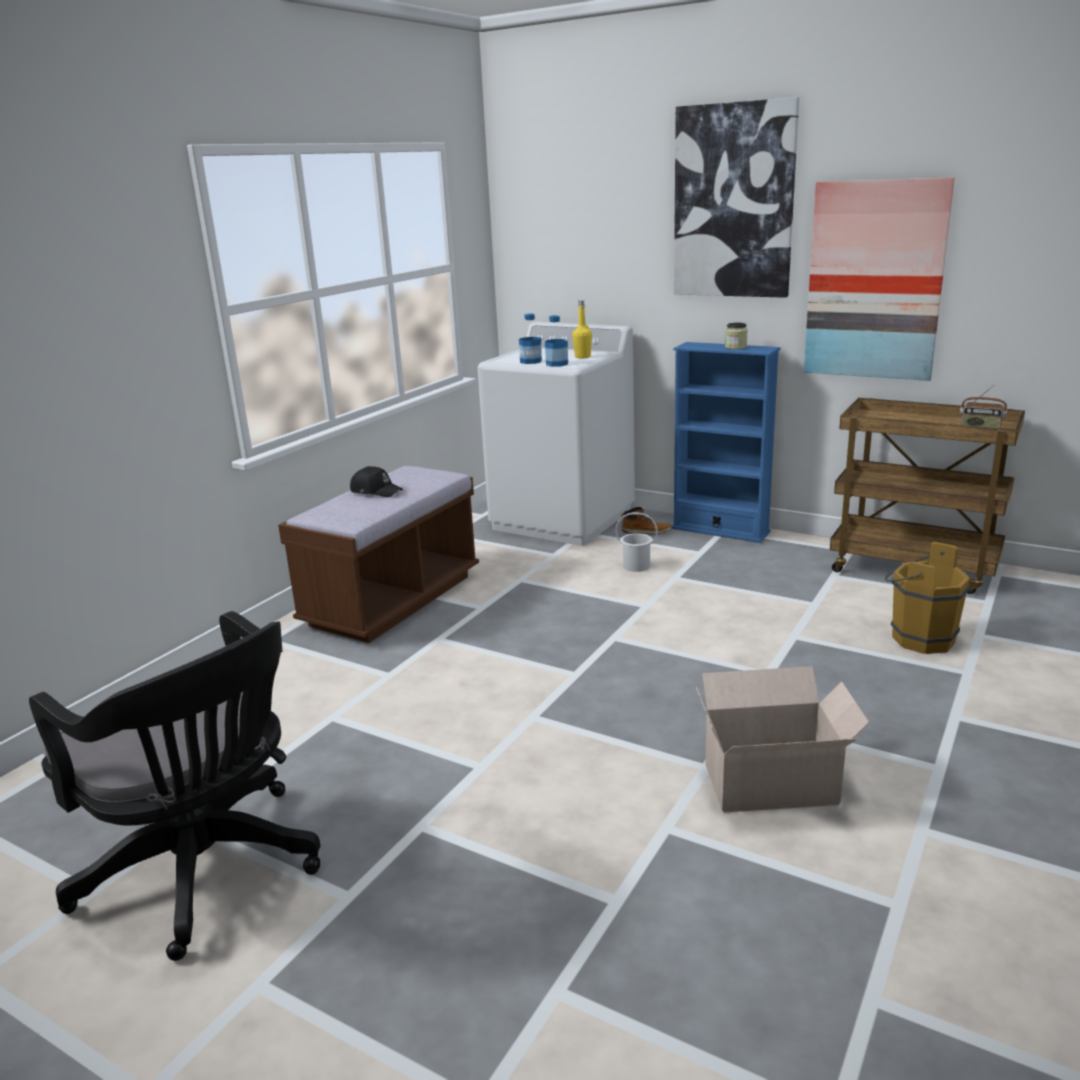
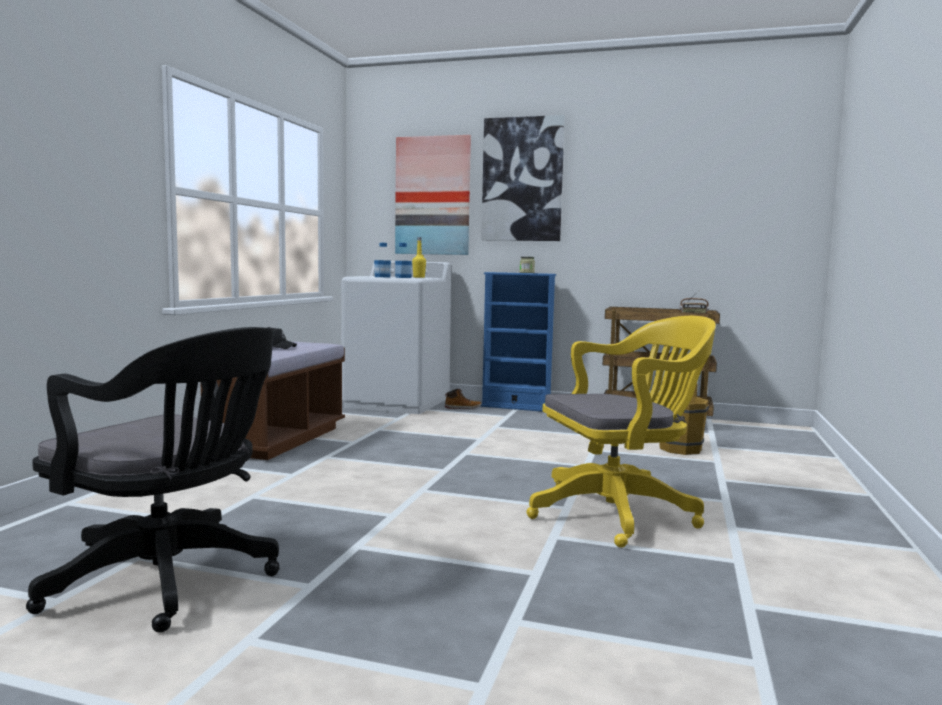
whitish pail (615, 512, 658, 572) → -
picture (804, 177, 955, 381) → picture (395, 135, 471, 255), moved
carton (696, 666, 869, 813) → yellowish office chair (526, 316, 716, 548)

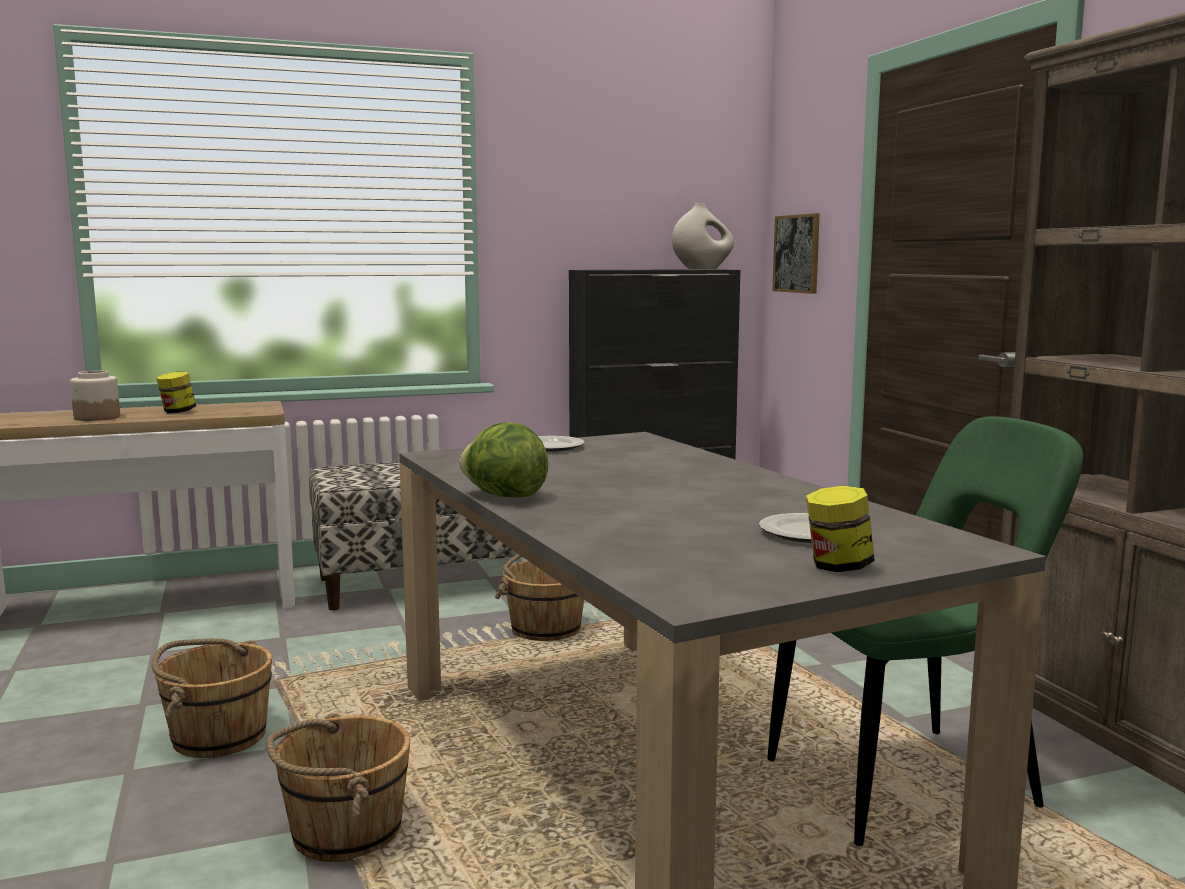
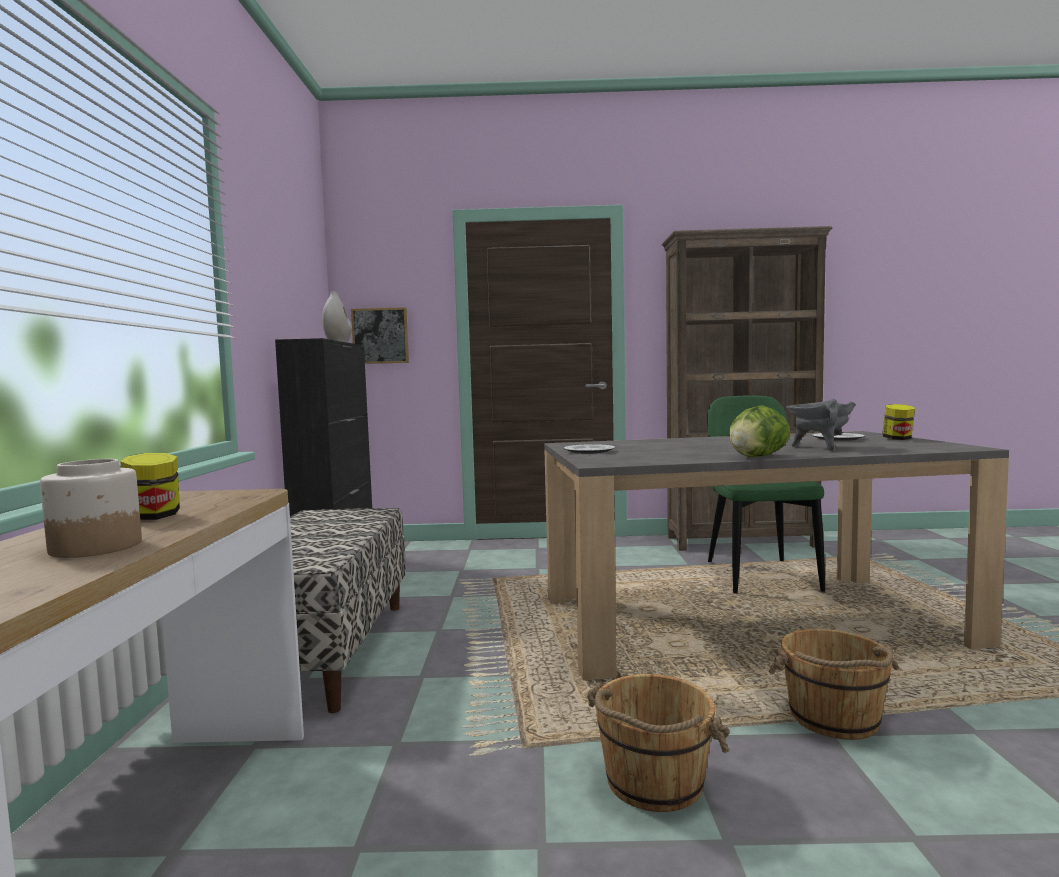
brown-coloured pail (495, 554, 584, 641) → -
- → grey stockpot (786, 399, 856, 451)

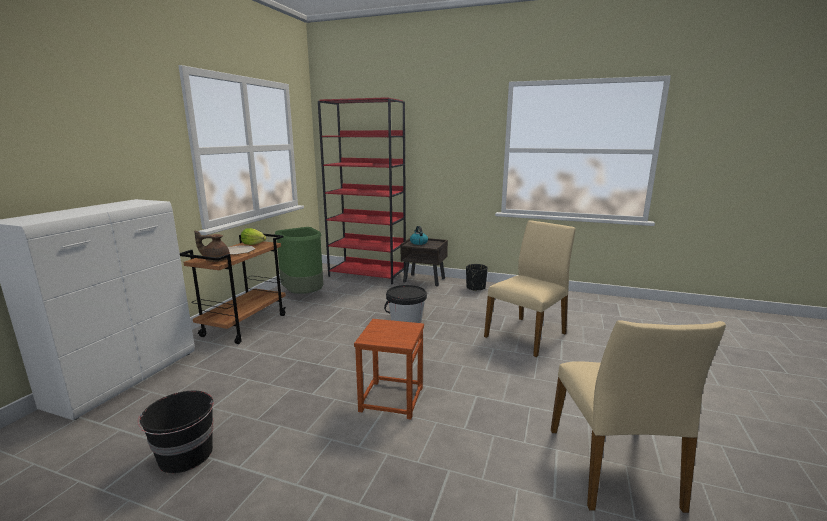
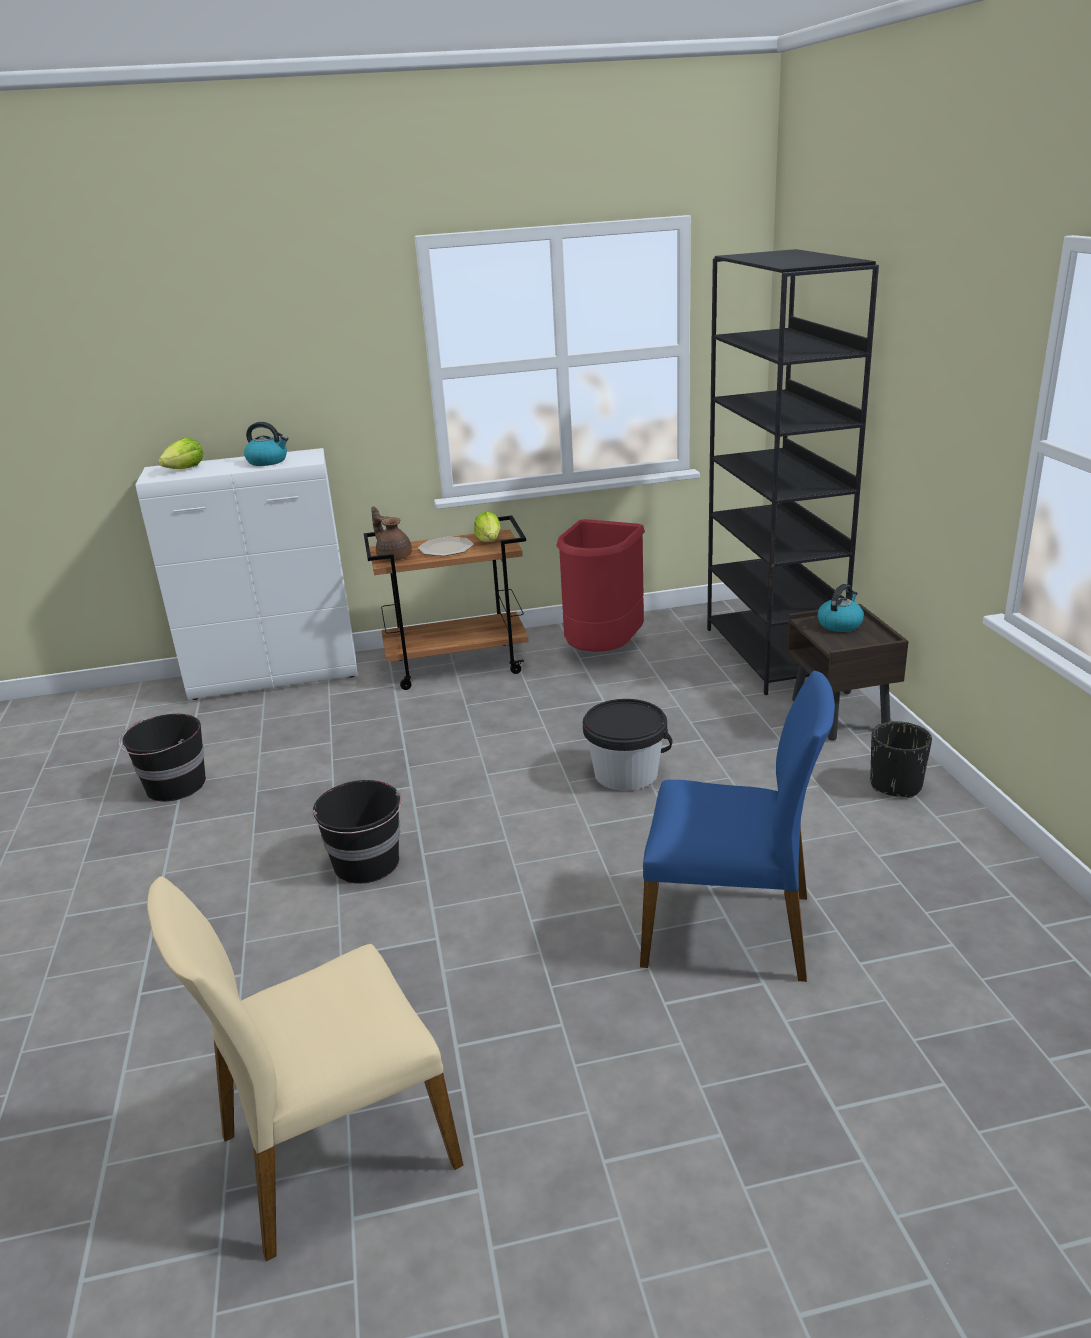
- → head of lettuce (158, 437, 203, 469)
- → water kettle (244, 422, 288, 466)
brown-coloured stool (354, 319, 424, 420) → blackish pail (312, 780, 402, 884)
greenish waste bin (275, 227, 323, 294) → red-coloured waste bin (556, 519, 645, 652)
red-coloured bookcase (318, 97, 406, 284) → blackish bookcase (707, 249, 879, 695)
beige-coloured chair (484, 220, 576, 357) → bluish chair (640, 671, 835, 982)

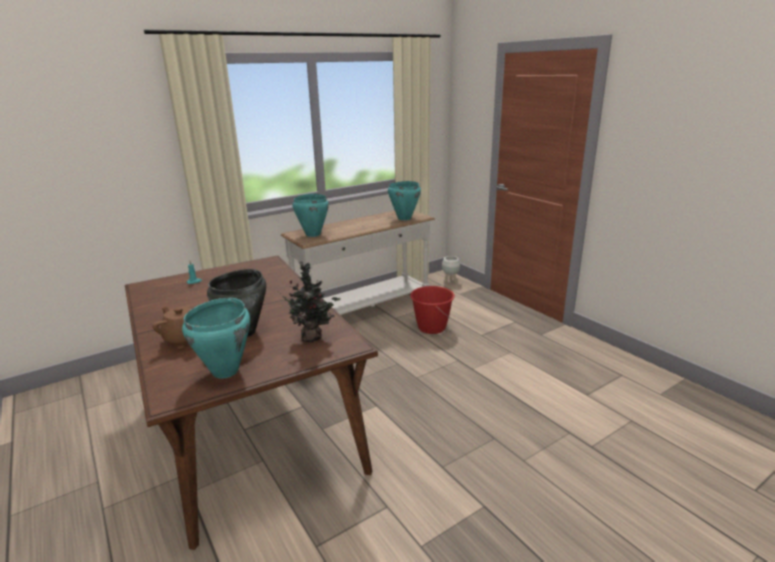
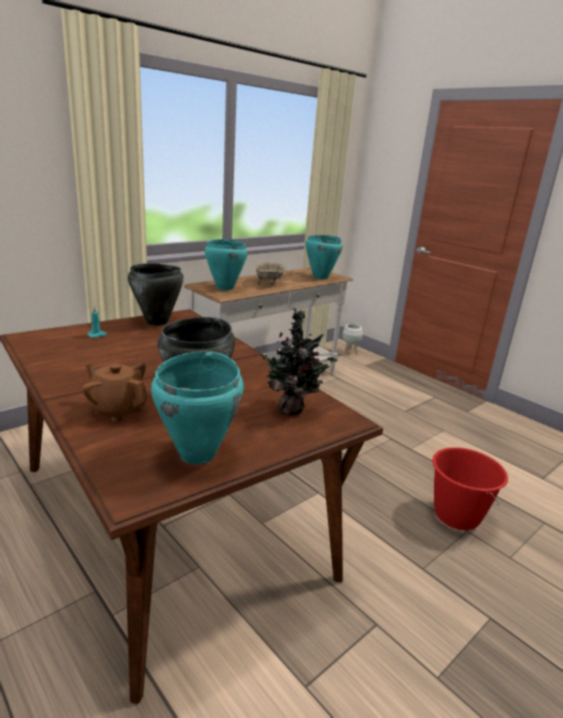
- → blackish stockpot (128, 263, 184, 326)
- → beige-coloured serving bowl (252, 262, 287, 285)
red-coloured pail (410, 286, 455, 334) → red-coloured pail (432, 447, 508, 530), moved

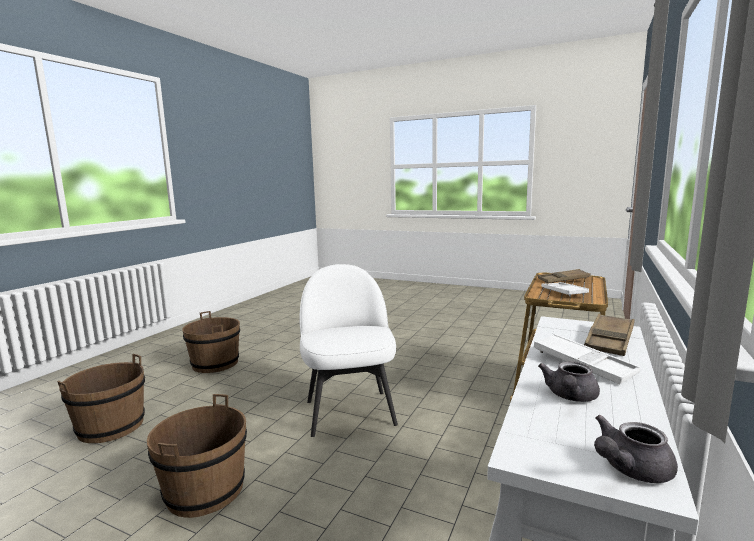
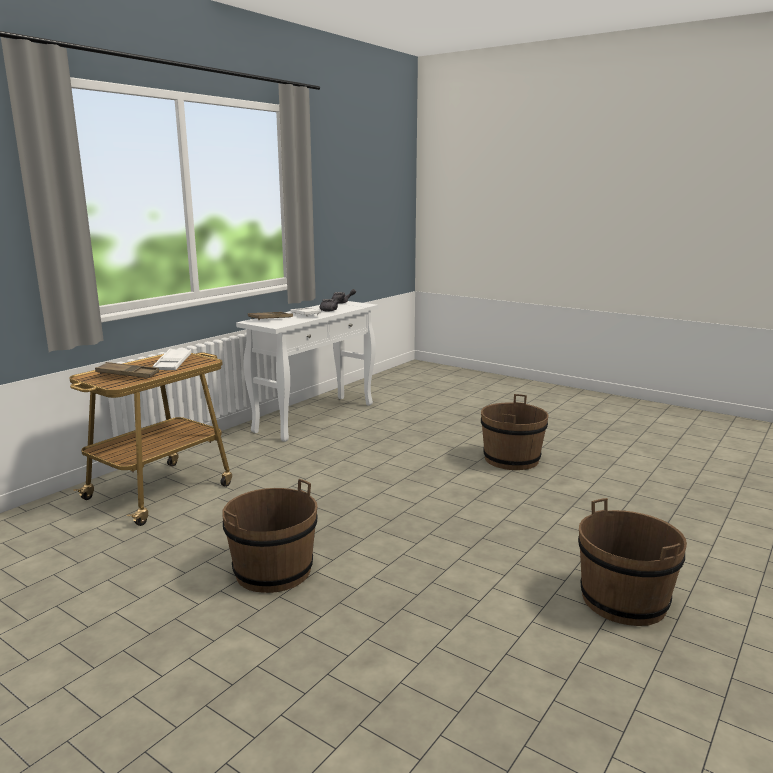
whitish chair (299, 264, 398, 437) → -
brown-coloured pail (57, 354, 145, 443) → brown-coloured pail (222, 479, 318, 593), moved

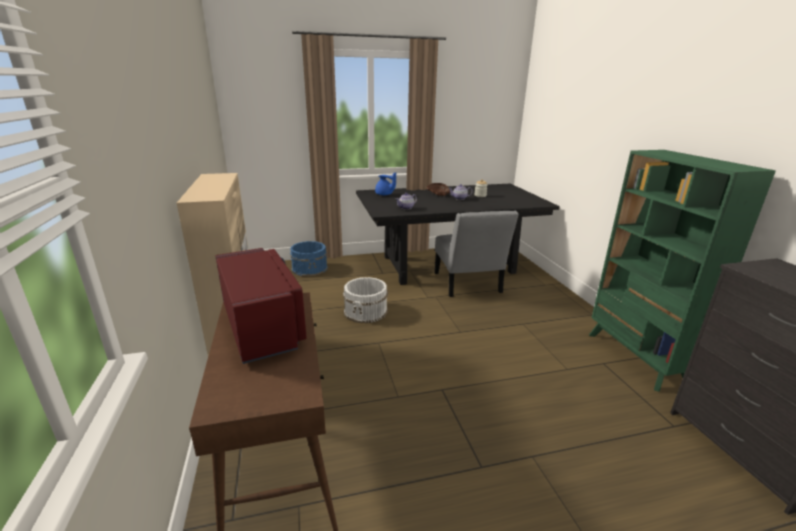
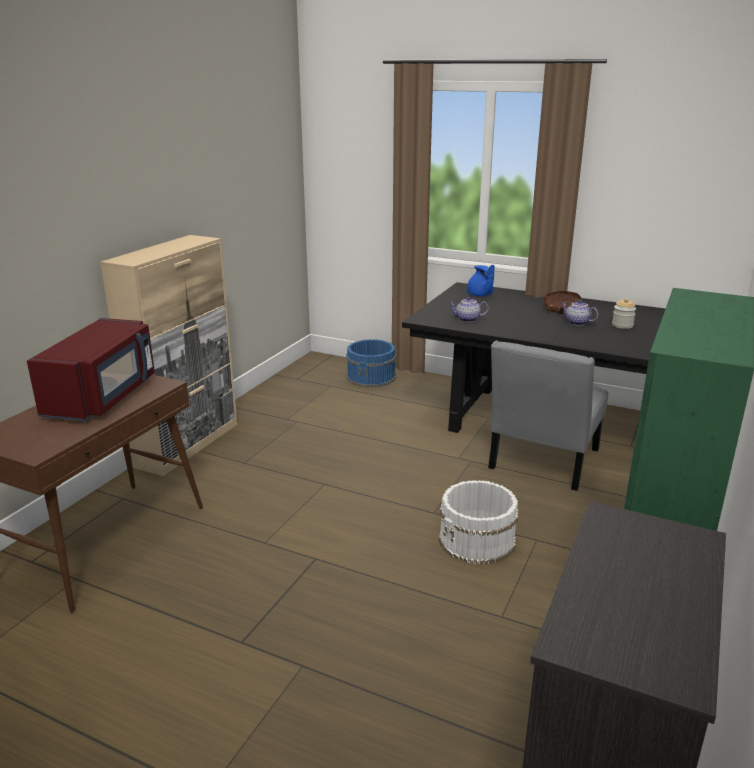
whitish pail (343, 277, 388, 323) → whitish pail (439, 480, 518, 565), moved

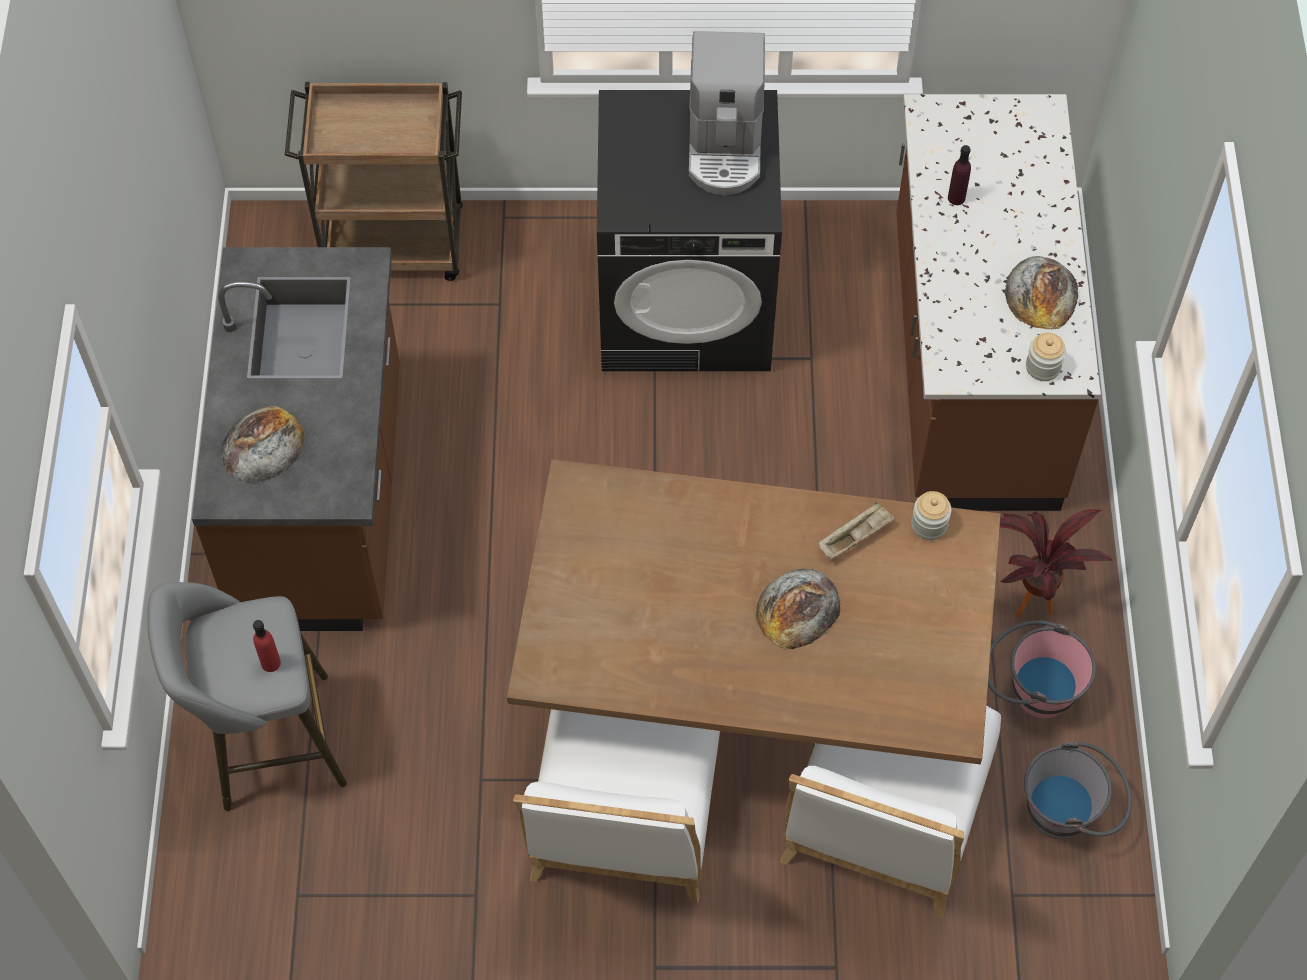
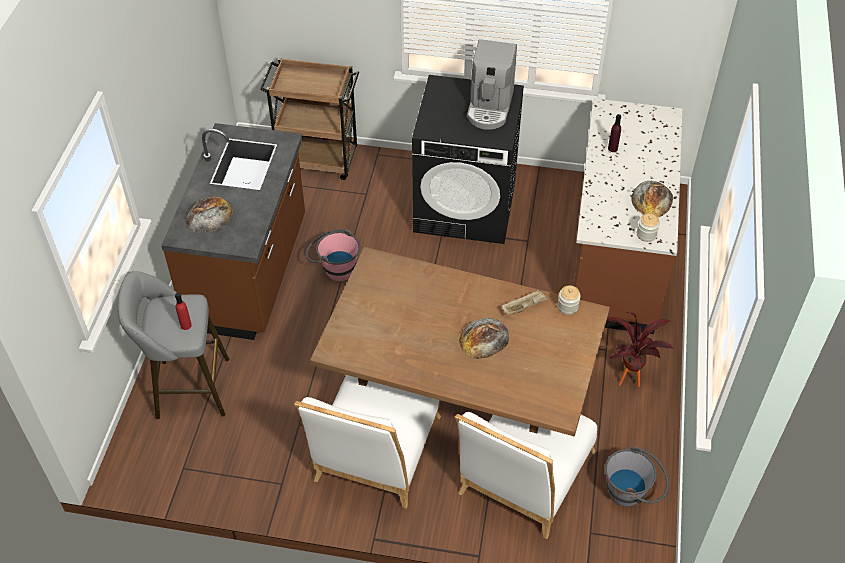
pink pail (988, 620, 1096, 719) → pink pail (306, 229, 360, 281), moved

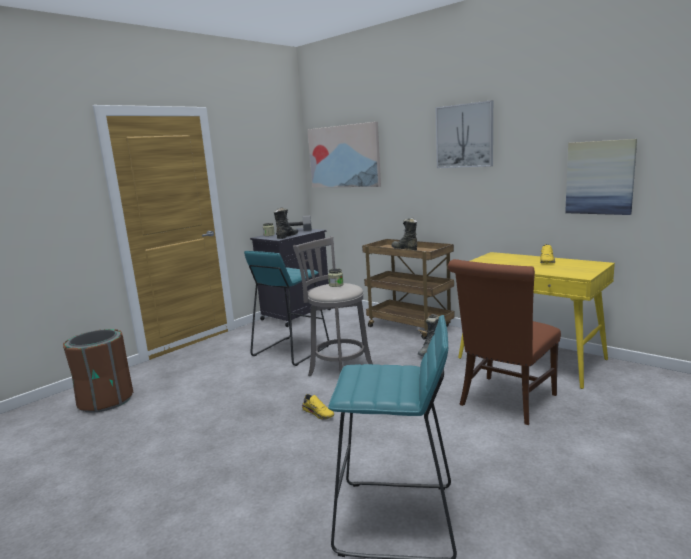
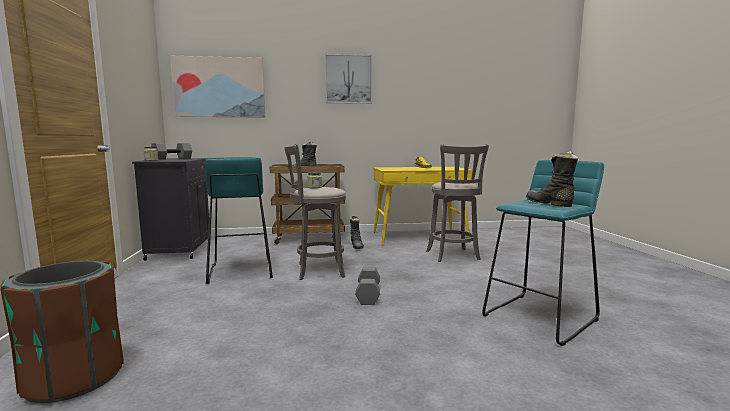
picture (565, 139, 637, 215) → -
blackish high-top boot (274, 207, 299, 239) → blackish high-top boot (526, 151, 579, 207), moved
yellowish low shoe (302, 394, 334, 420) → grey free weight (355, 267, 380, 305)
brown-coloured chair (448, 259, 561, 425) → grey stool (426, 144, 489, 262)

